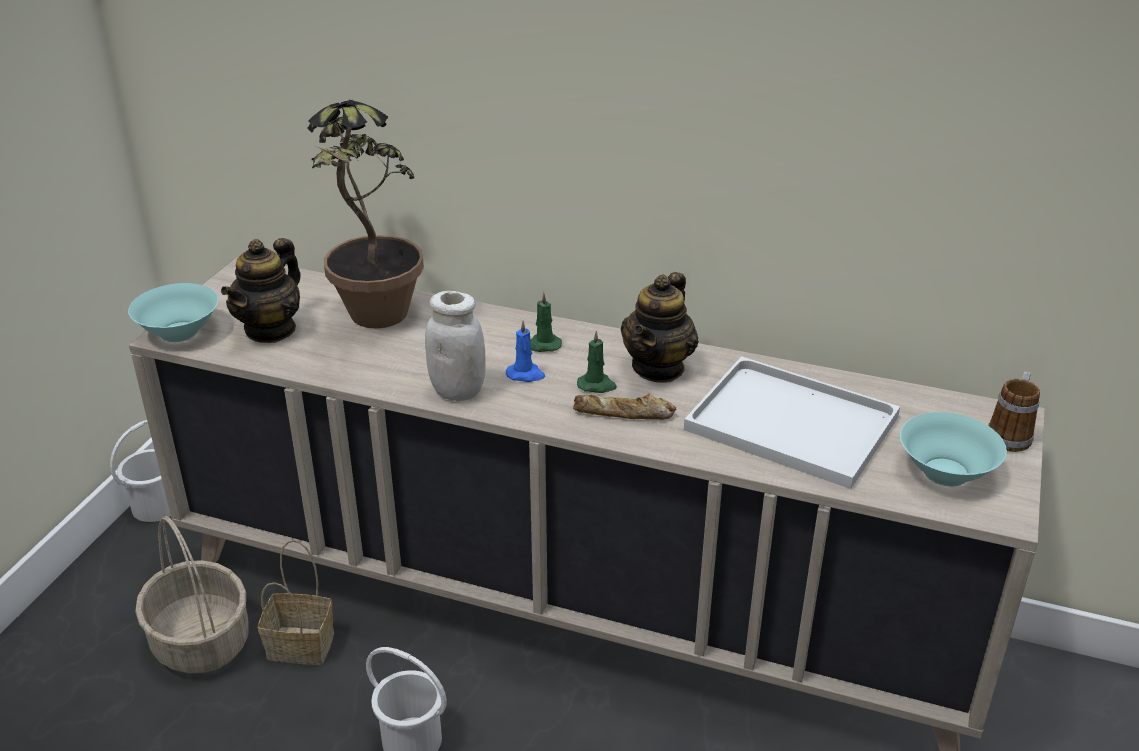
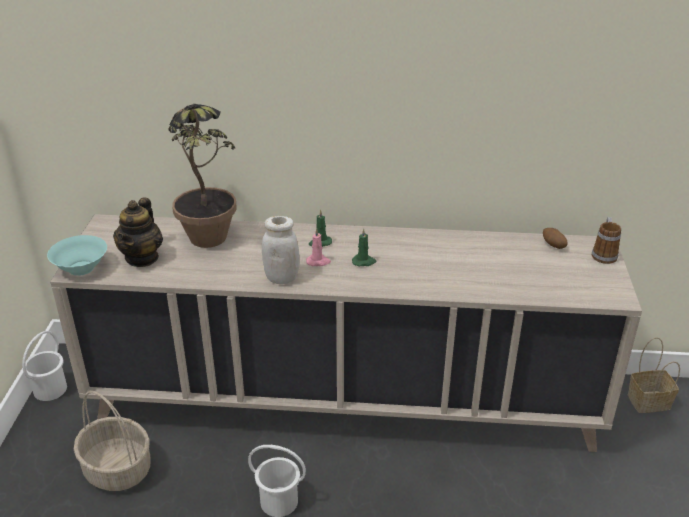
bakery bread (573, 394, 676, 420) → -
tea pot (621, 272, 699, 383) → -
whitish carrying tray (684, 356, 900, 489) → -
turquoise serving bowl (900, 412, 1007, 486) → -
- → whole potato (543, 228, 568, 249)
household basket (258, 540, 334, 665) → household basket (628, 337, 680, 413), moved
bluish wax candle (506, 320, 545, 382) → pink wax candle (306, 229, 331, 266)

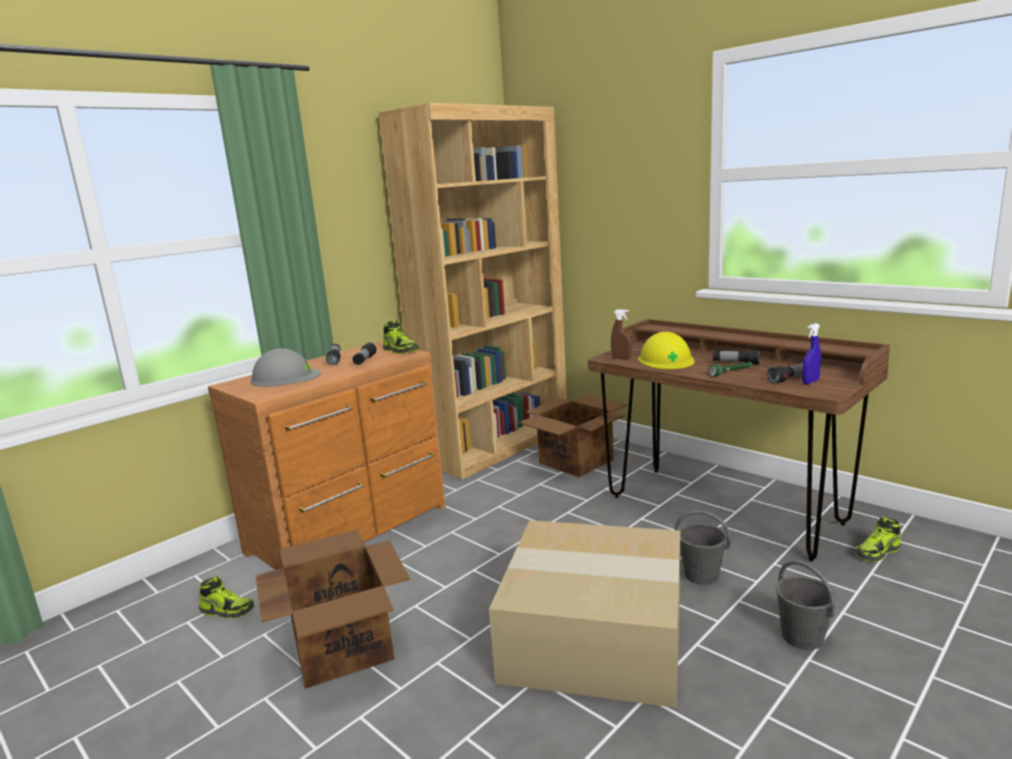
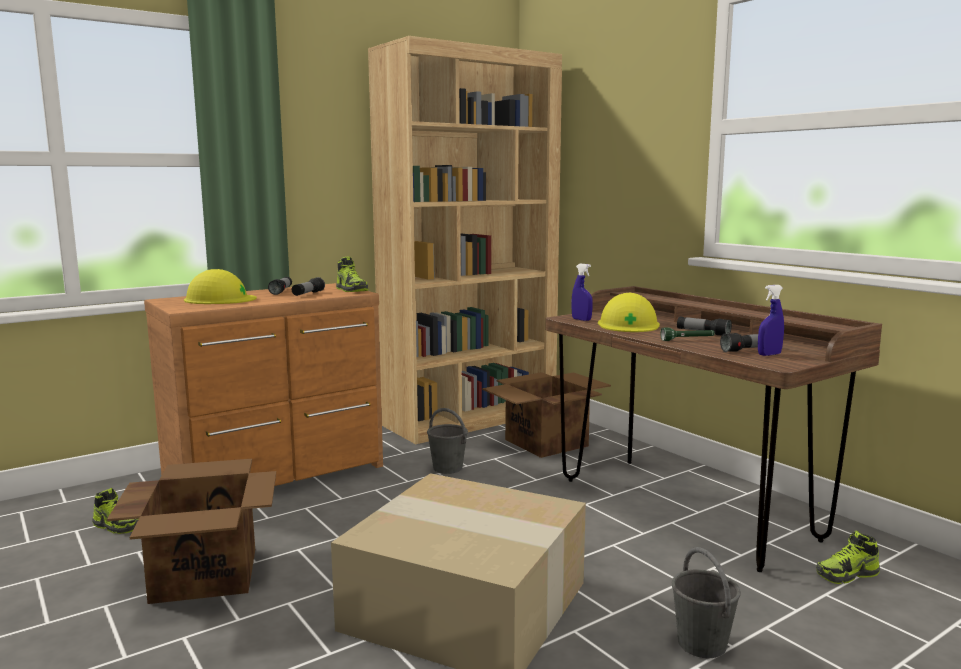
grey pail (675, 510, 731, 585) → grey pail (427, 408, 468, 474), moved
grey hard hat (250, 348, 321, 386) → yellowish hard hat (184, 269, 257, 304)
brown-coloured spray bottle (611, 309, 632, 360) → bluish spray bottle (571, 264, 593, 321)

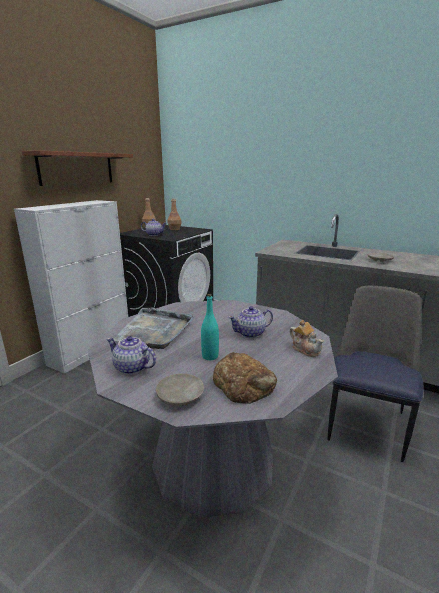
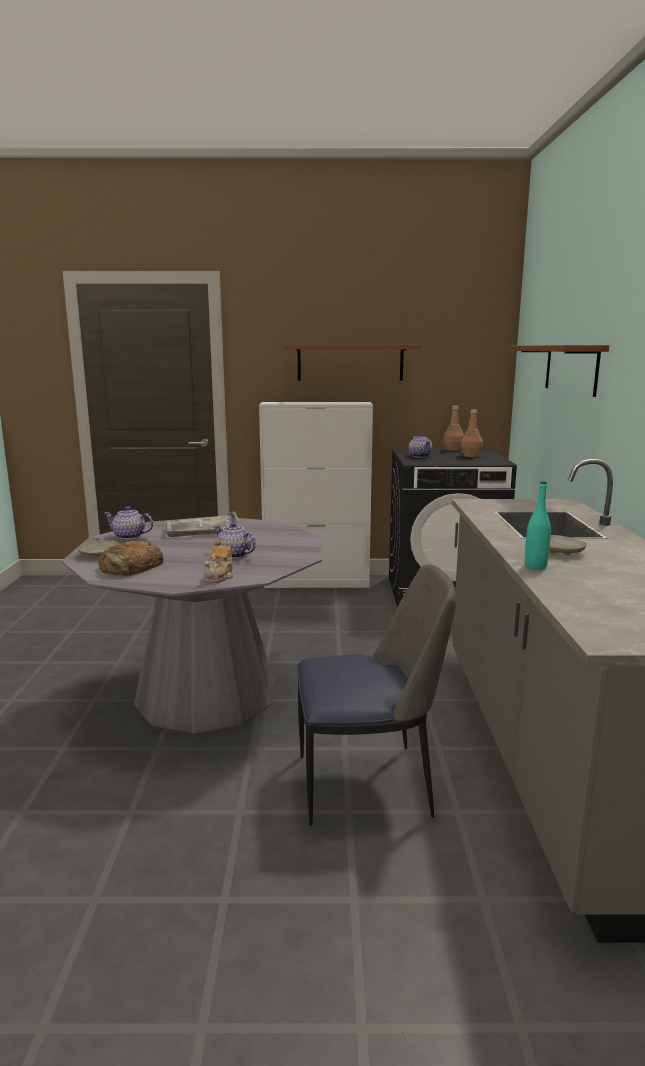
- → brown-coloured wall shelf (510, 345, 609, 397)
turquoise beverage bottle (201, 294, 219, 360) → turquoise beverage bottle (525, 481, 551, 570), moved
tea pot (107, 336, 156, 374) → tea pot (104, 506, 153, 539), 75 degrees counterclockwise

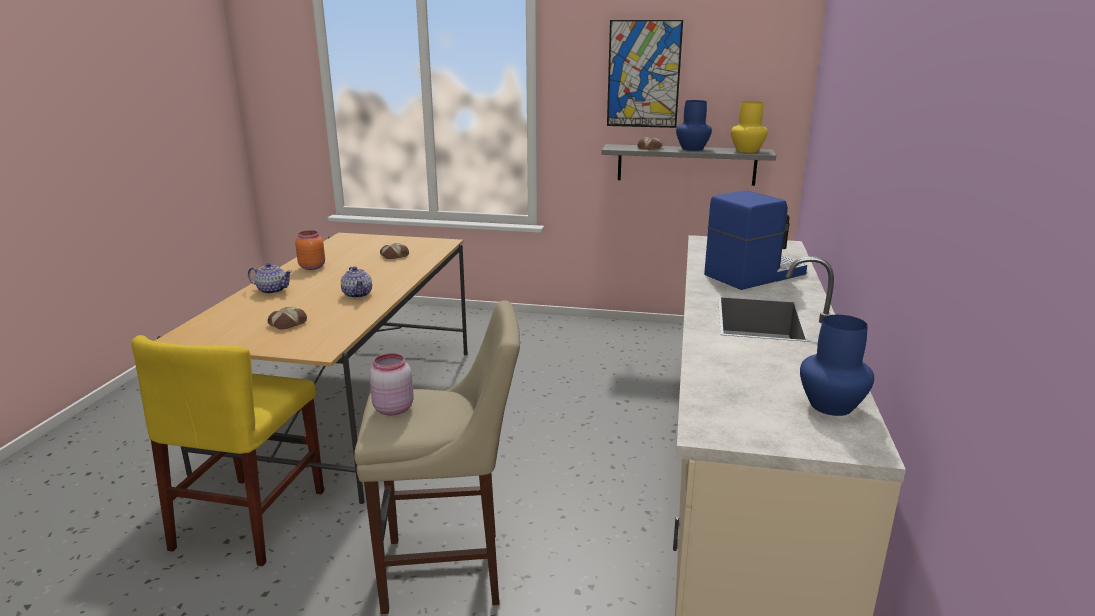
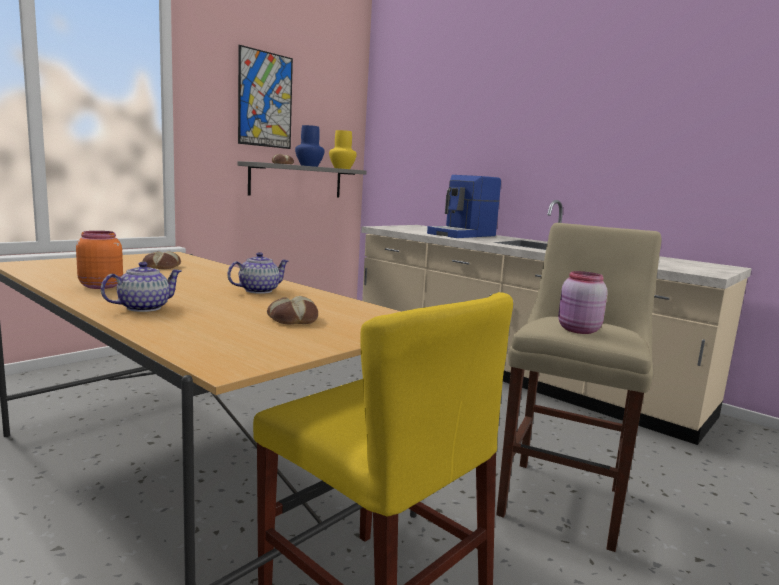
bluish decorative vase (800, 315, 874, 416) → -
tea pot (341, 266, 372, 298) → tea pot (227, 252, 289, 294), 45 degrees counterclockwise
coffee machine (704, 190, 807, 290) → coffee machine (427, 175, 501, 238), 135 degrees counterclockwise

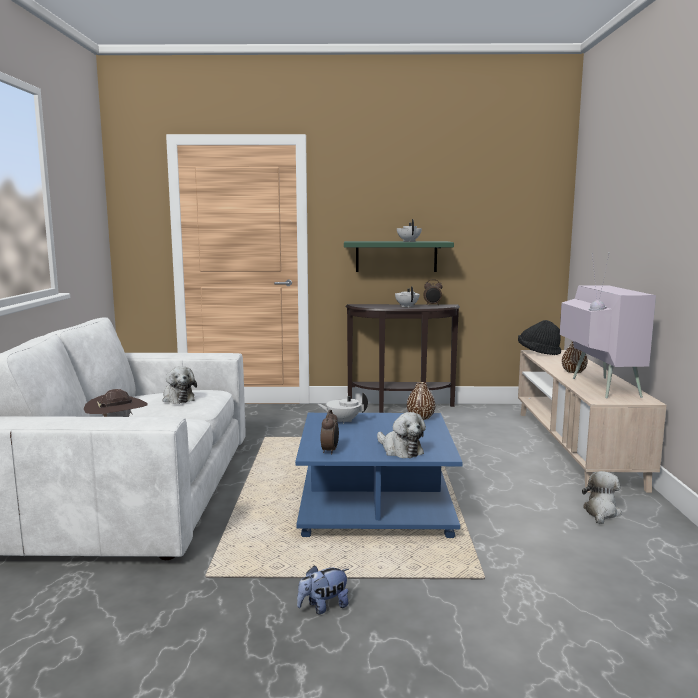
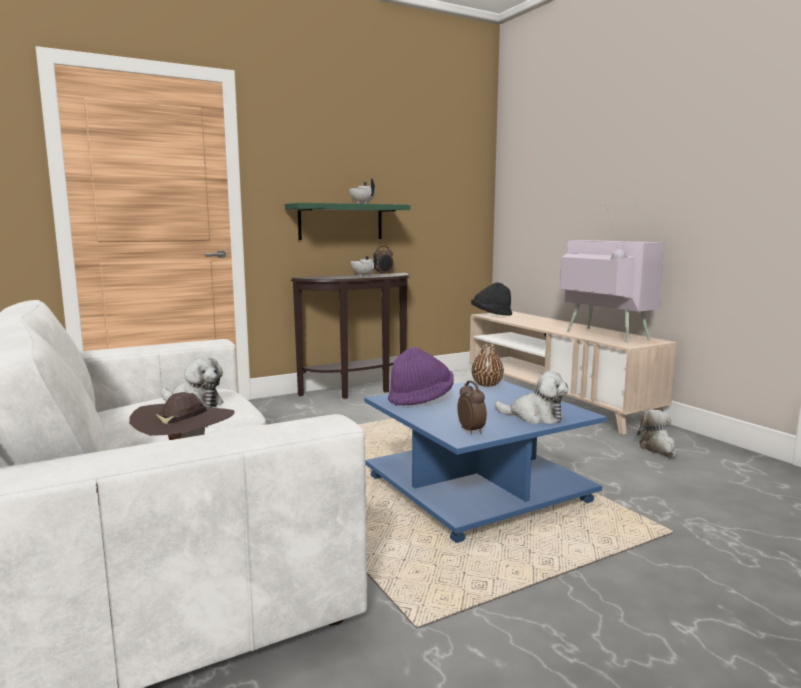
plush toy (297, 565, 349, 614) → -
brown-coloured decorative vase (562, 341, 588, 373) → -
whitish tea pot (317, 392, 368, 424) → purple-coloured wearable hat (388, 347, 454, 406)

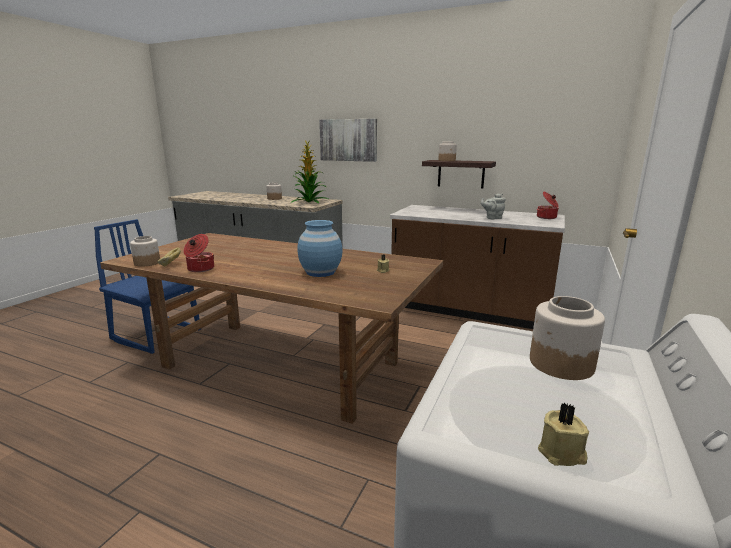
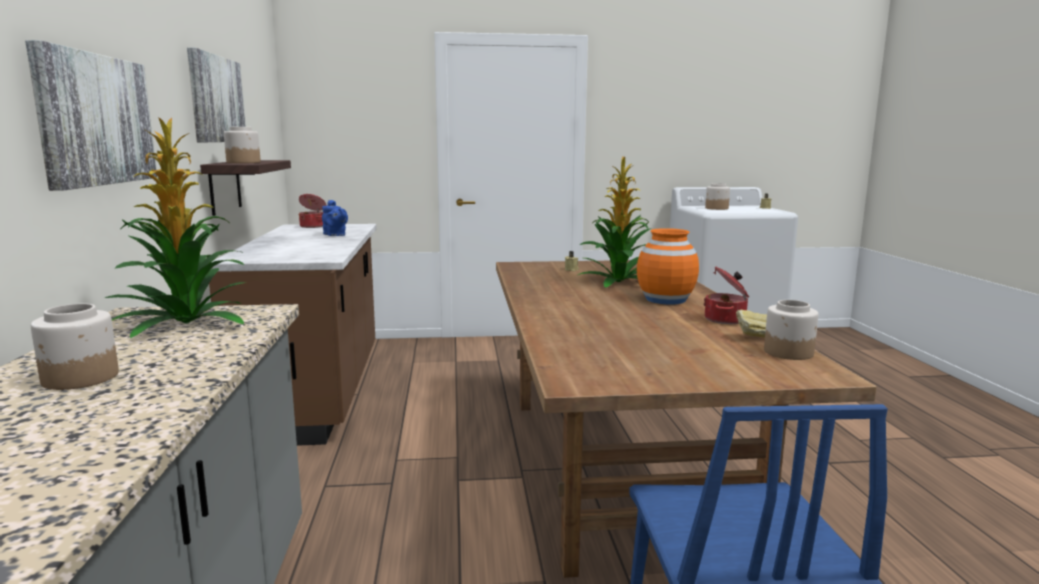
- → picture (187, 47, 246, 142)
- → orange decorative vase (637, 228, 699, 305)
bluish decorative vase (297, 220, 343, 277) → potted plant (578, 157, 651, 288)
grey tea pot (481, 193, 506, 219) → bluish tea pot (322, 200, 348, 236)

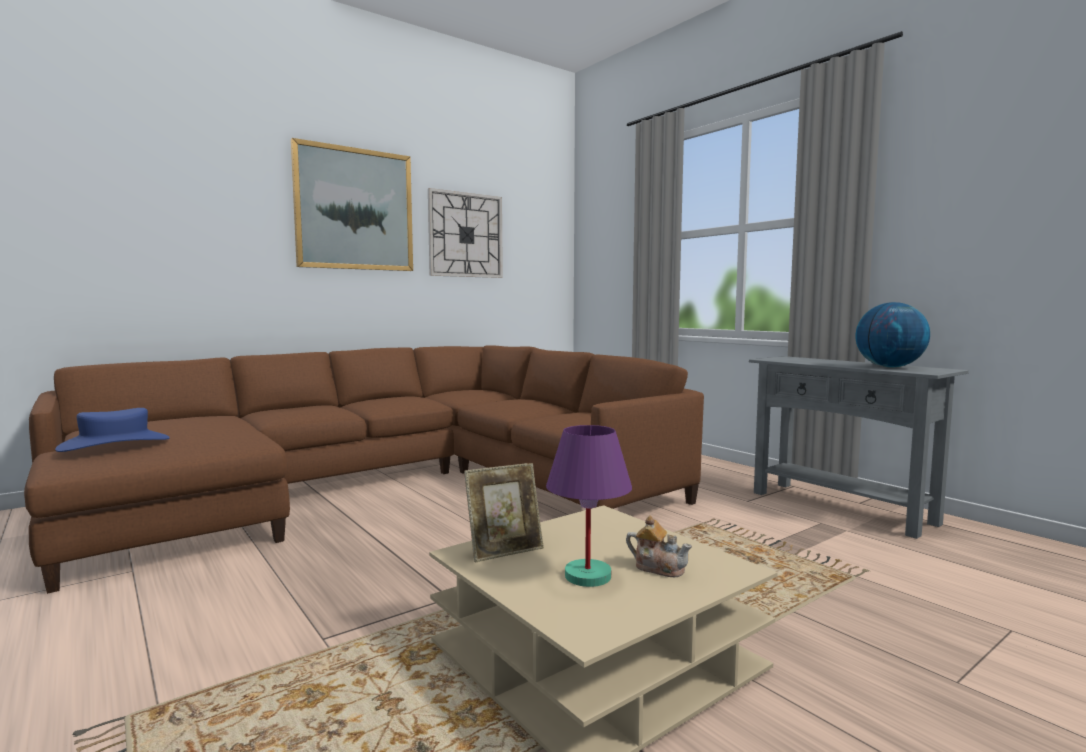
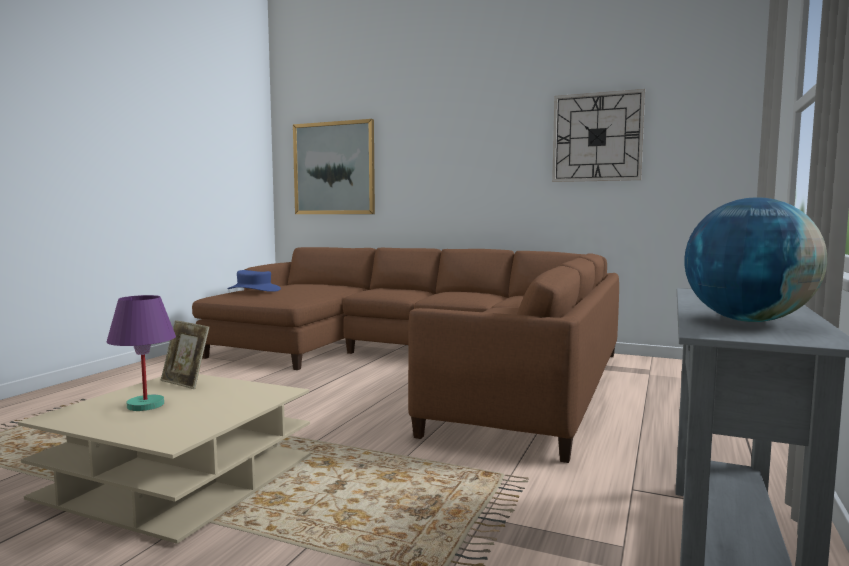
tea pot (626, 515, 692, 577) → -
picture (291, 138, 413, 271) → picture (293, 119, 375, 214), moved

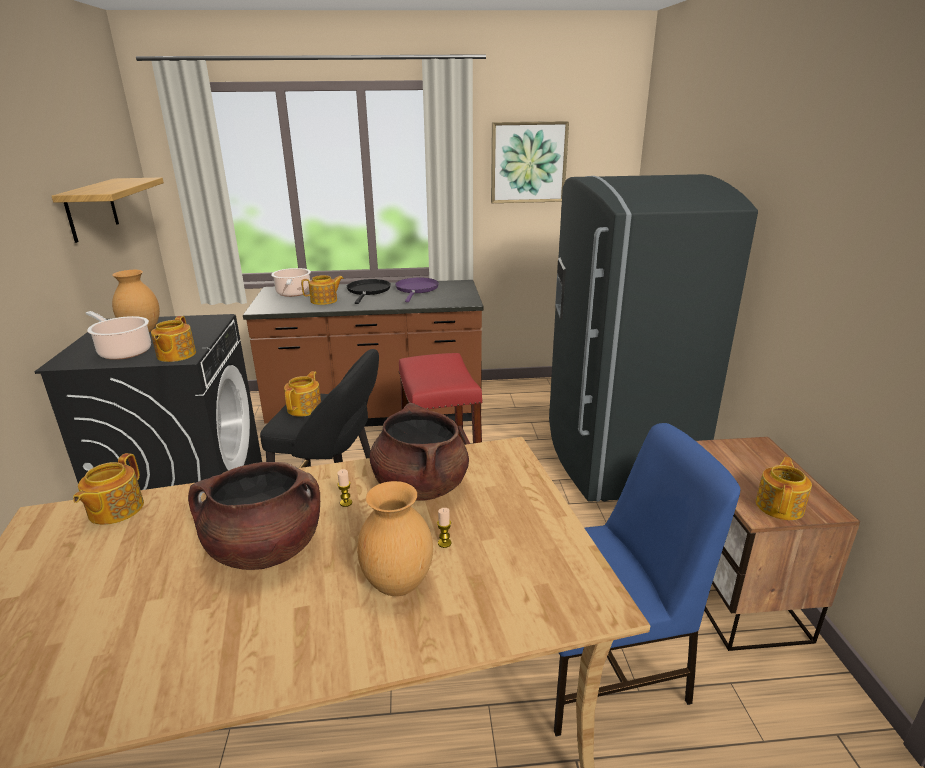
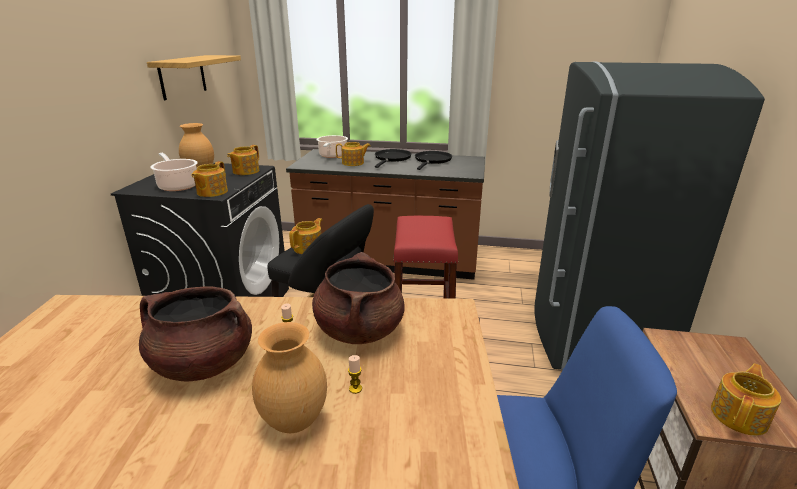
picture (491, 121, 569, 203) → -
tea pot (73, 453, 144, 525) → tea pot (227, 145, 259, 175), moved
purple-coloured frying pan (395, 278, 439, 302) → blackish frying pan (415, 151, 452, 170)

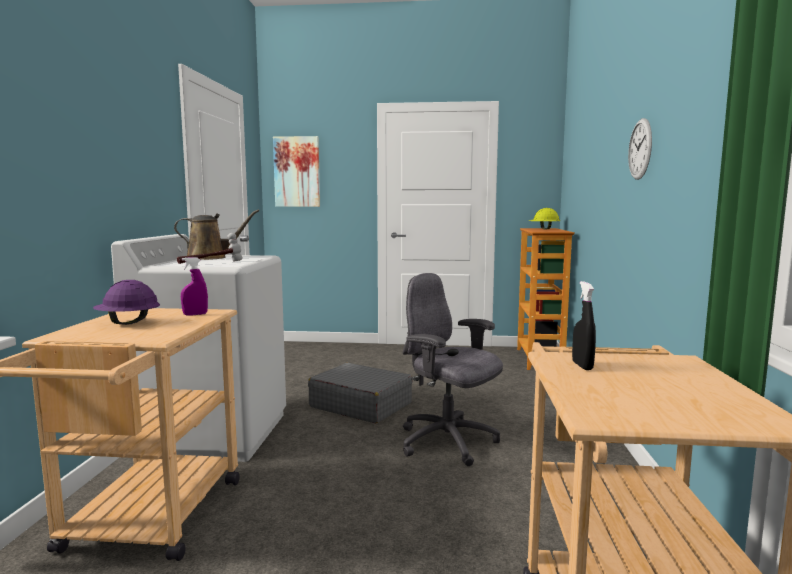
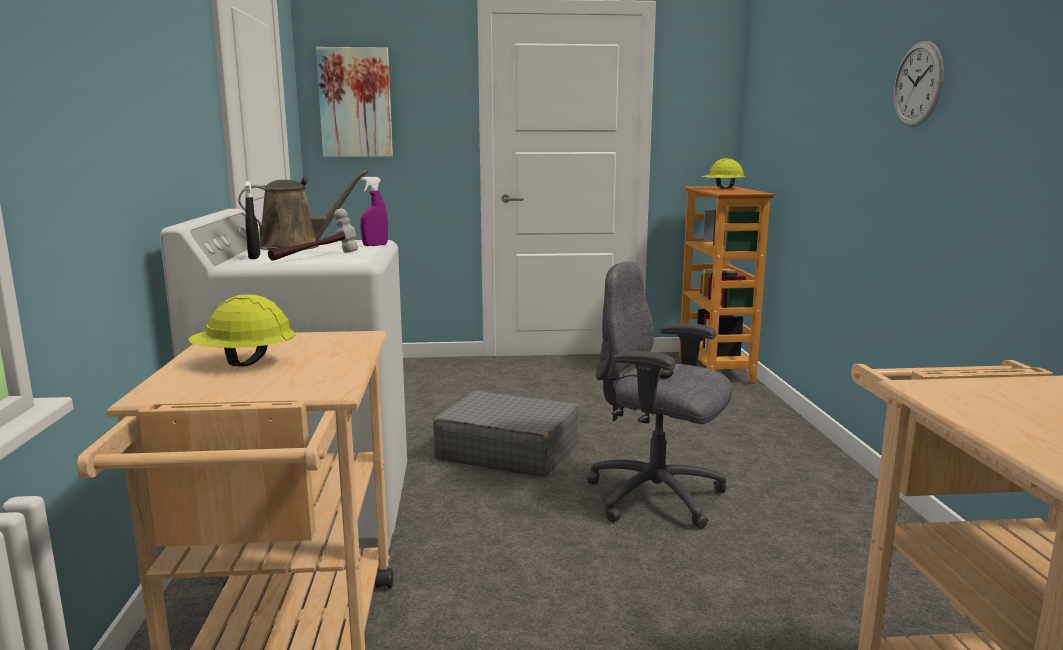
purple-coloured spray bottle (181, 257, 208, 316) → purple-coloured spray bottle (360, 177, 388, 246), moved
blackish spray bottle (572, 281, 596, 370) → blackish spray bottle (245, 181, 260, 259), moved
purple-coloured hard hat (93, 280, 160, 325) → yellowish hard hat (188, 294, 295, 366)

